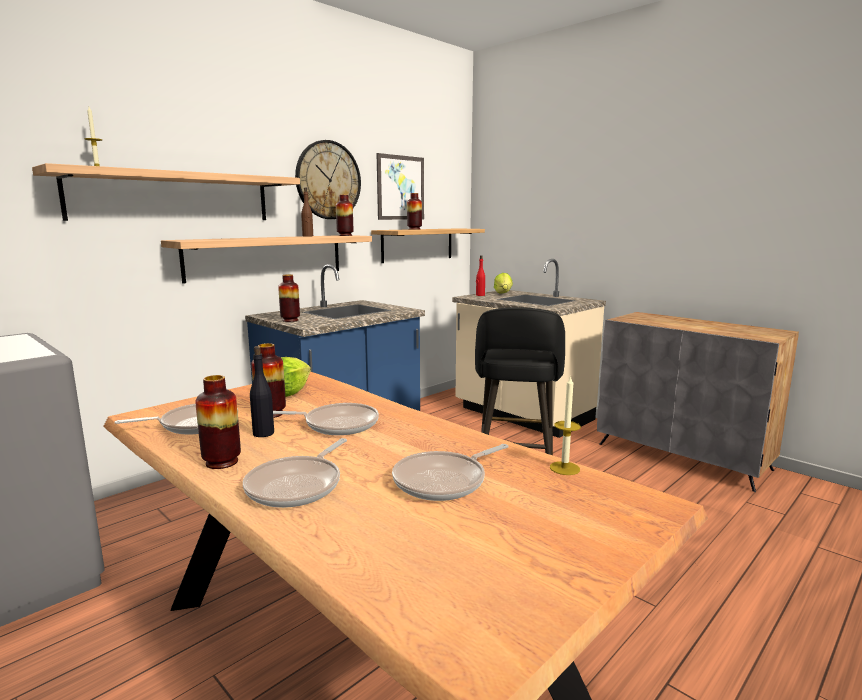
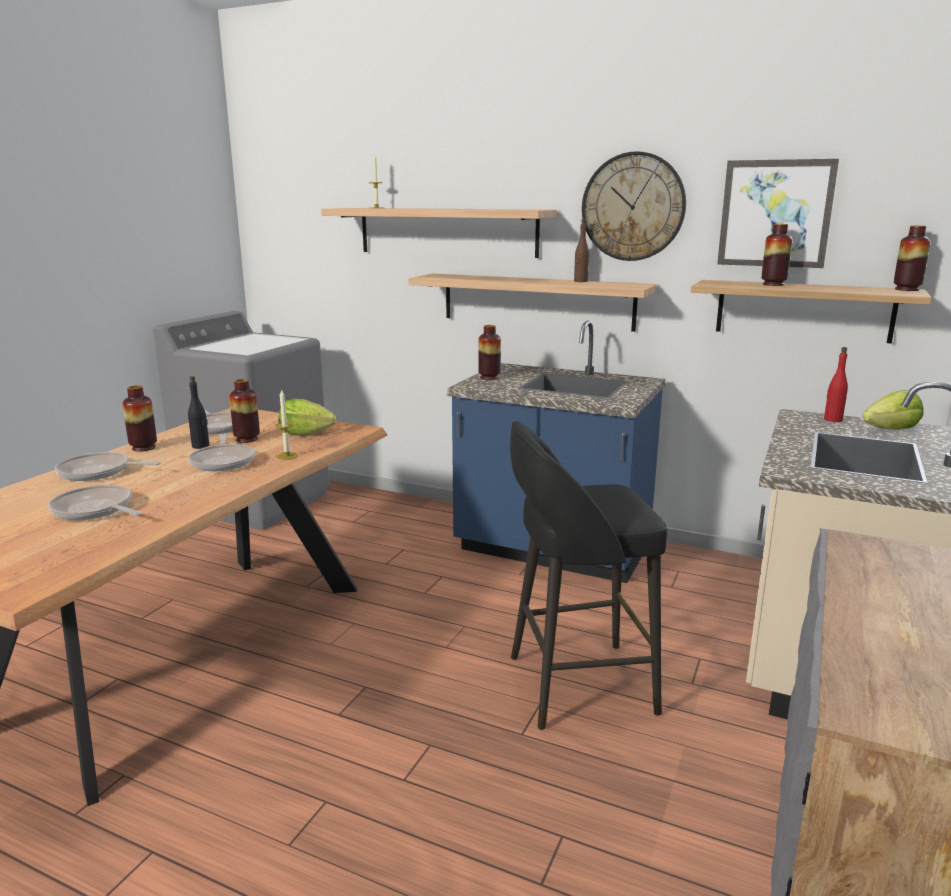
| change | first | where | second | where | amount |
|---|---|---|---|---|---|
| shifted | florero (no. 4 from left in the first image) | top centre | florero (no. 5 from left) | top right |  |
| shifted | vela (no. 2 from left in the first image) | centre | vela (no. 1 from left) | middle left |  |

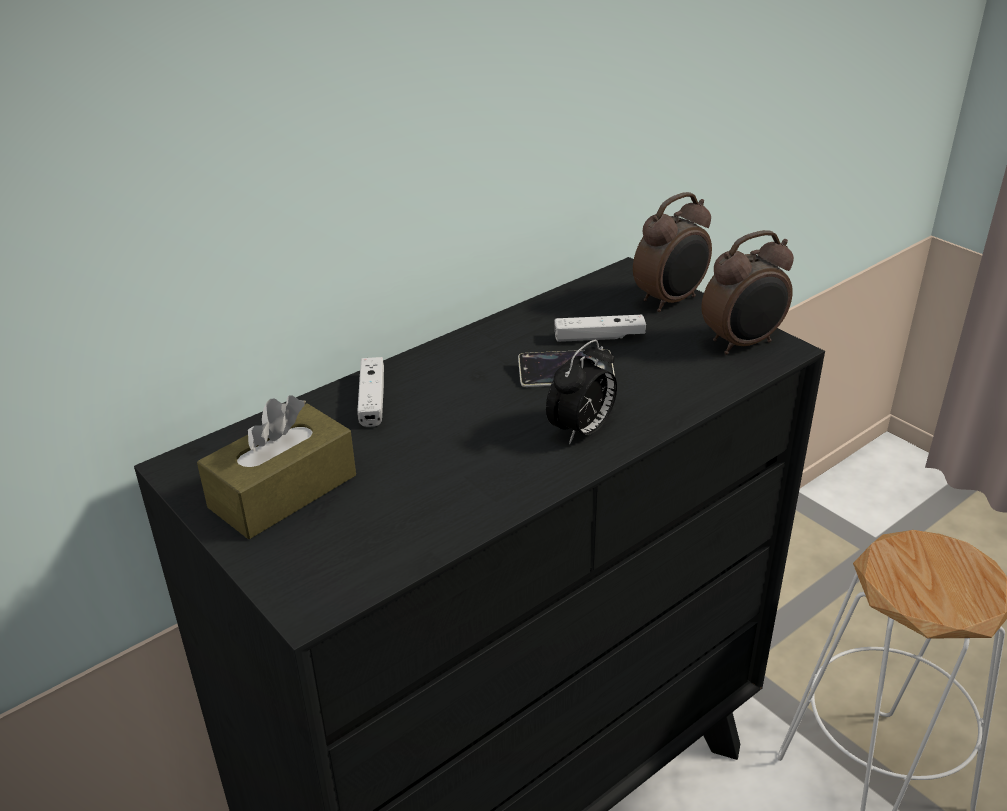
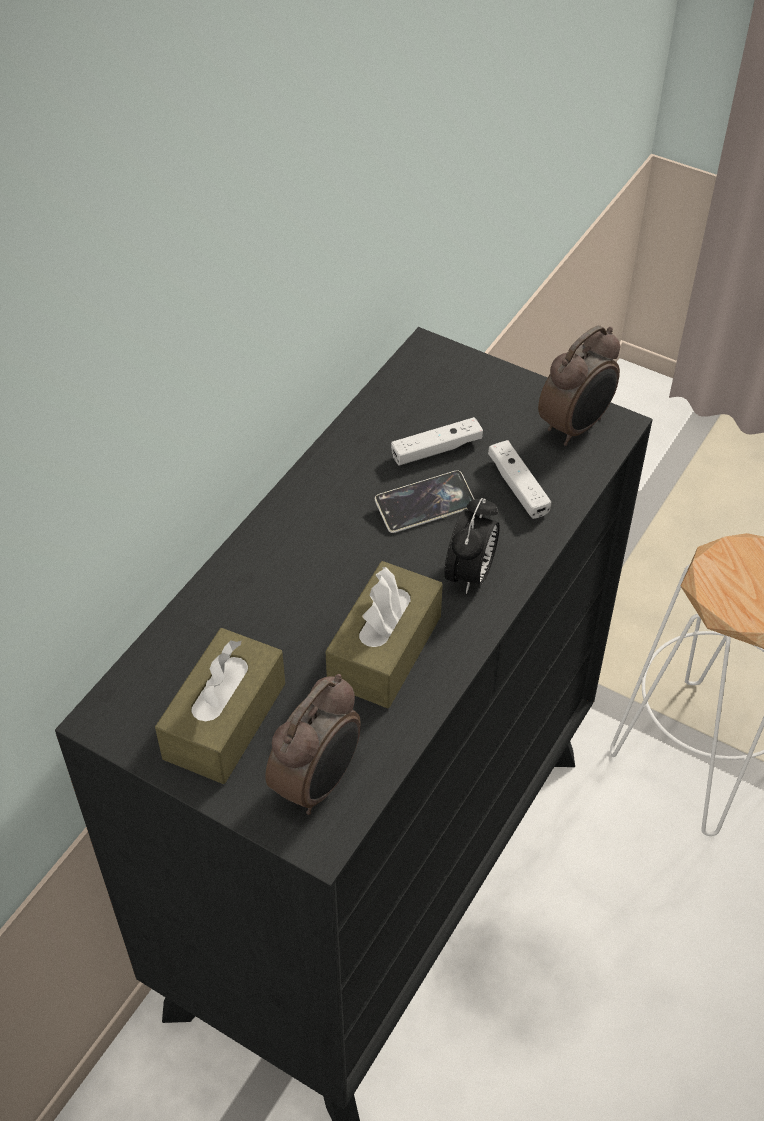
| change | first | where | second | where | amount |
|---|---|---|---|---|---|
| new |  |  | caja de pañuelos/marrón (no. 2 from left) | centre |  |
| shifted | mando de consola/blanco (no. 1 from left in the first image) | centre | mando de consola/blanco (no. 2 from left) | middle right |  |
| shifted | despertador (no. 2 from left in the first image) | top right | despertador (no. 1 from left) | centre |  |

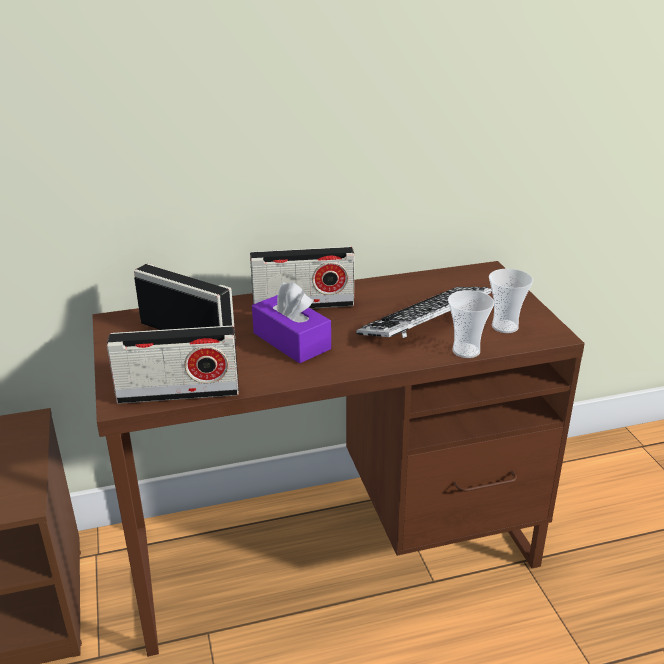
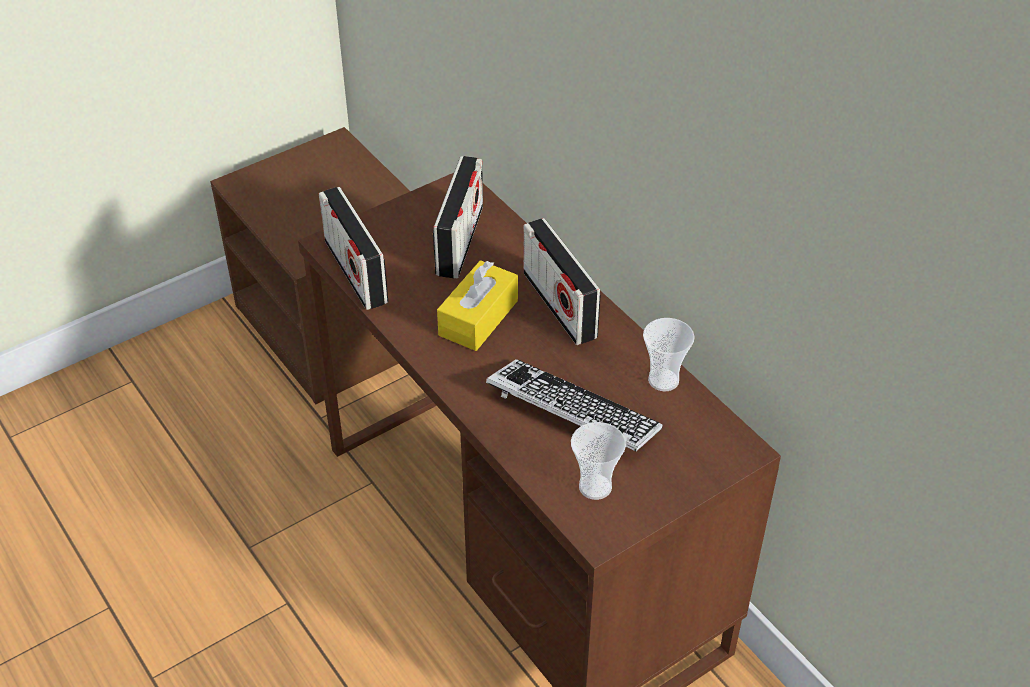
| change | first | where | second | where | amount |
|---|---|---|---|---|---|
| shifted | taza (no. 1 from left in the first image) | middle right | taza (no. 2 from left) | centre |  |
| repainted | caja de pañuelos/morado | centre | caja de pañuelos/amarillo | centre |  |

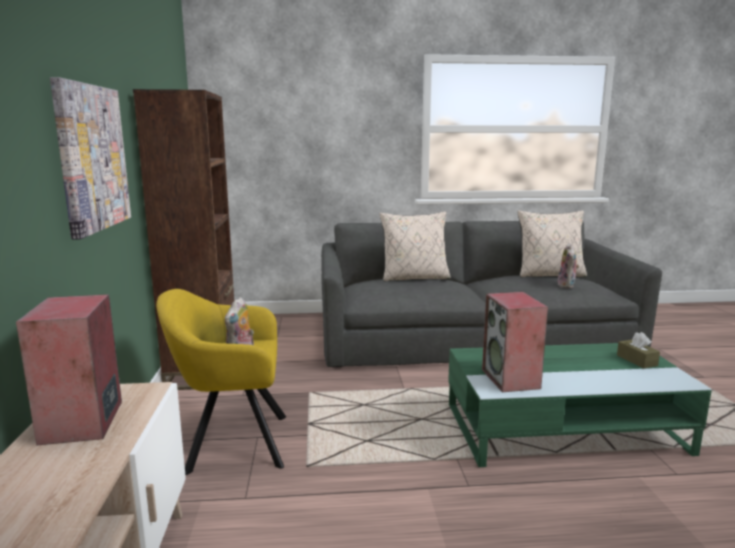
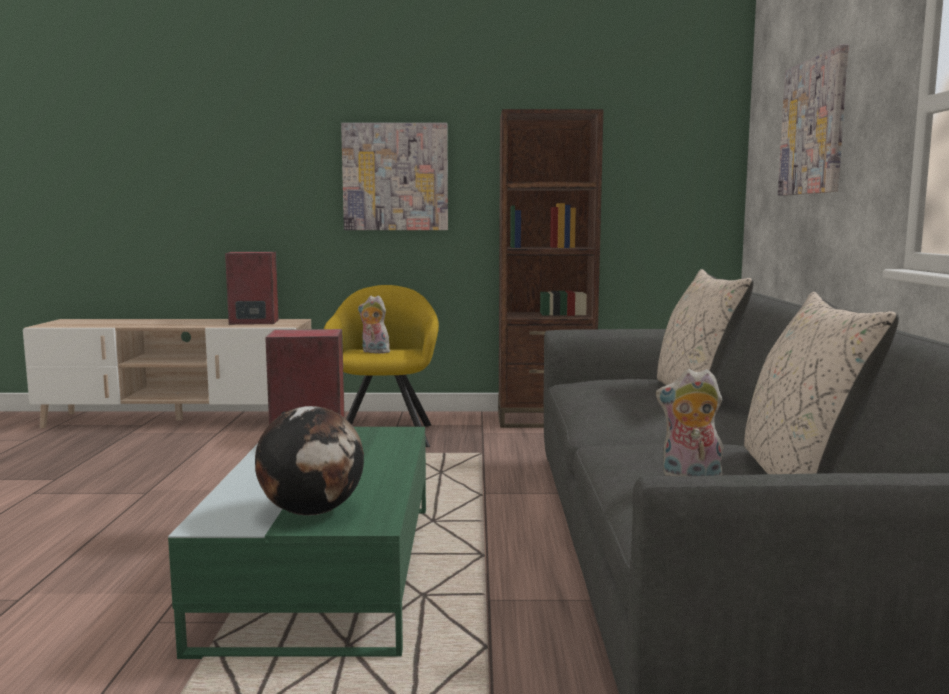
| change | first | where | second | where | amount |
|---|---|---|---|---|---|
| new |  |  | cuadro (no. 2 from left) | top right |  |
| swapped | caja de pañuelos/marrón | middle right | globo terráqueo | middle left |  |

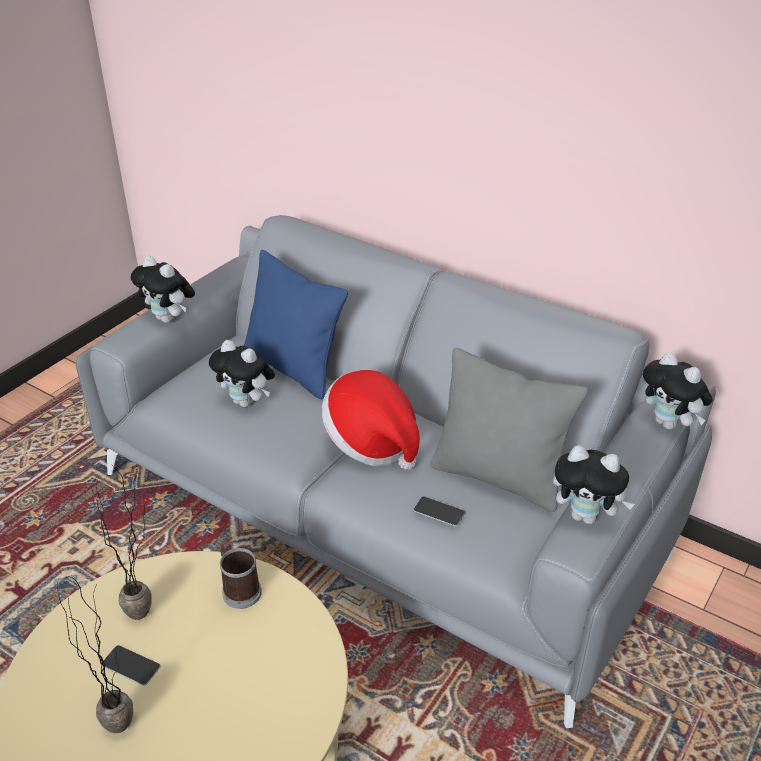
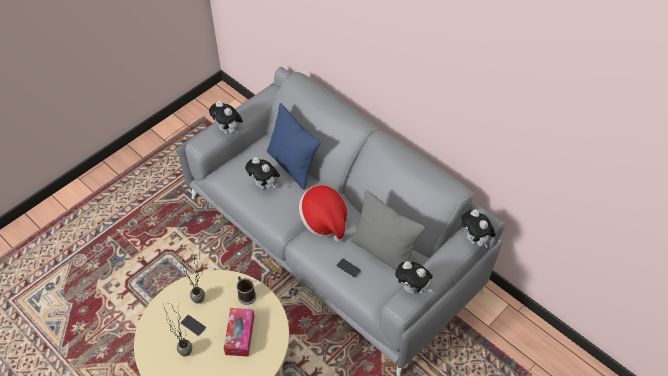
| change | first | where | second | where | amount |
|---|---|---|---|---|---|
| new |  |  | caja de pañuelos | bottom centre |  |

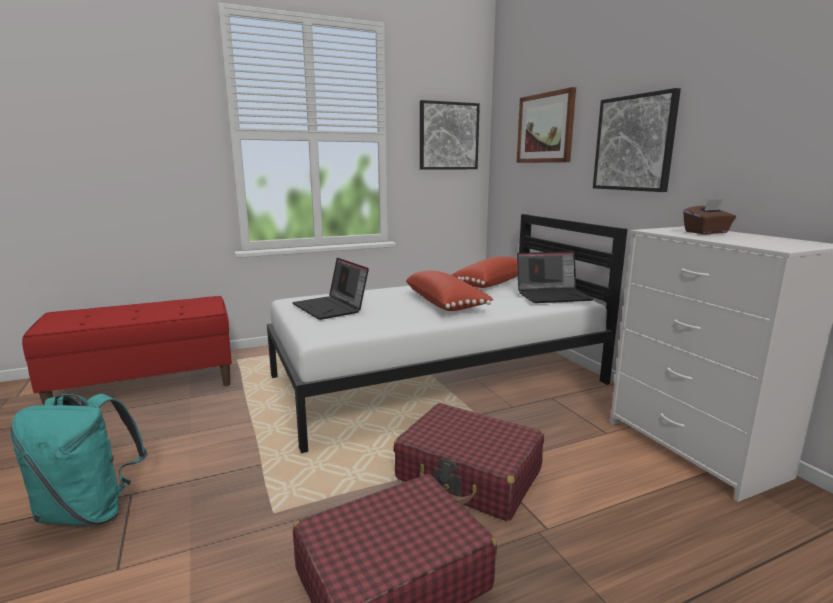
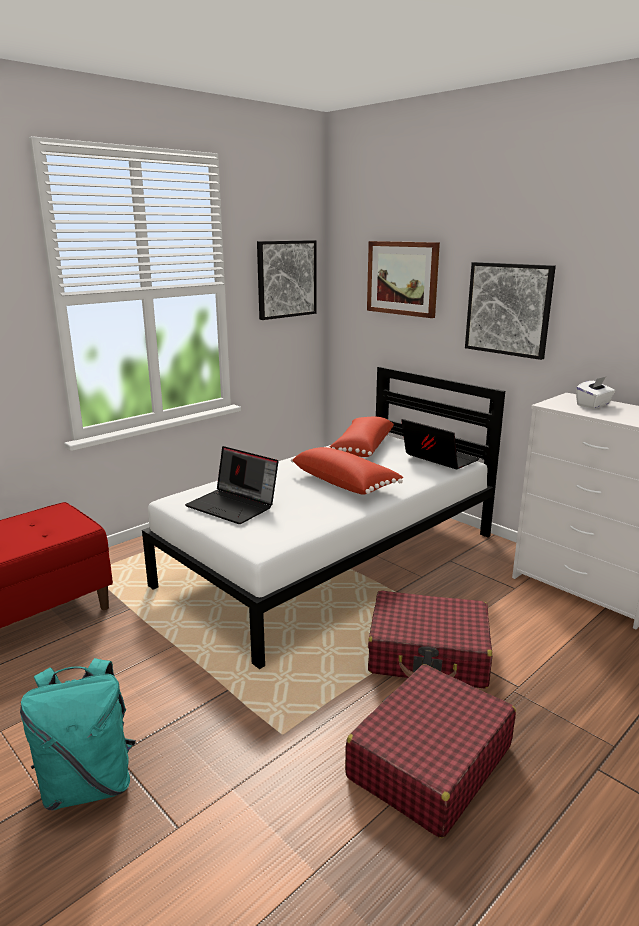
| change | first | where | second | where | amount |
|---|---|---|---|---|---|
| repainted | caja de pañuelos/marrón | middle right | caja de pañuelos/blanco | middle right |  |
| rotated | portátil (no. 2 from left) | centre |  | middle right | 105 degrees counterclockwise |

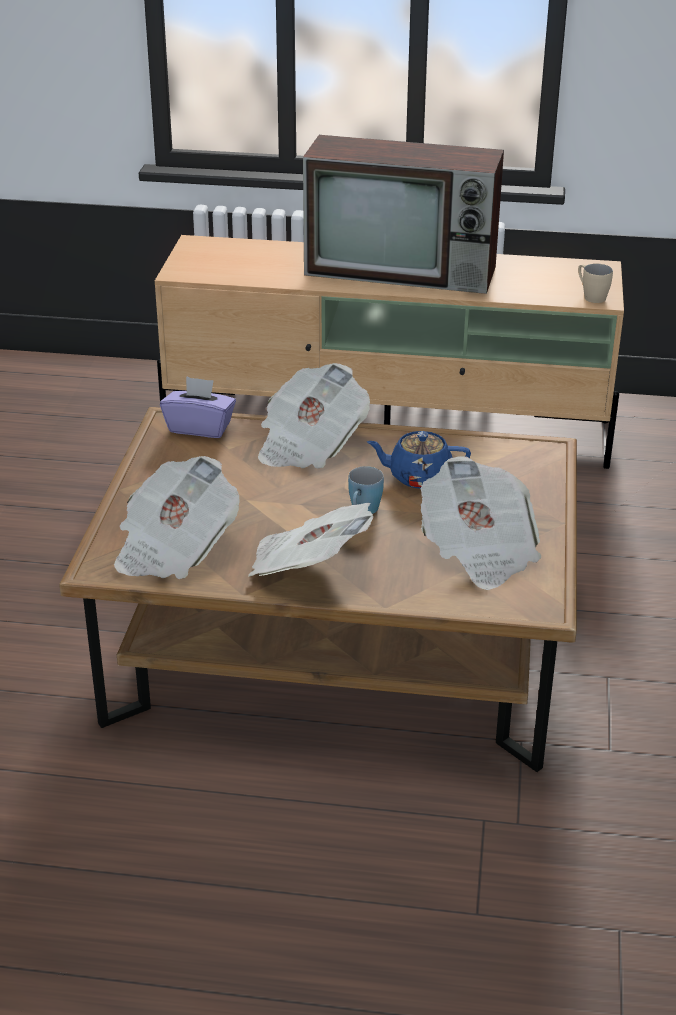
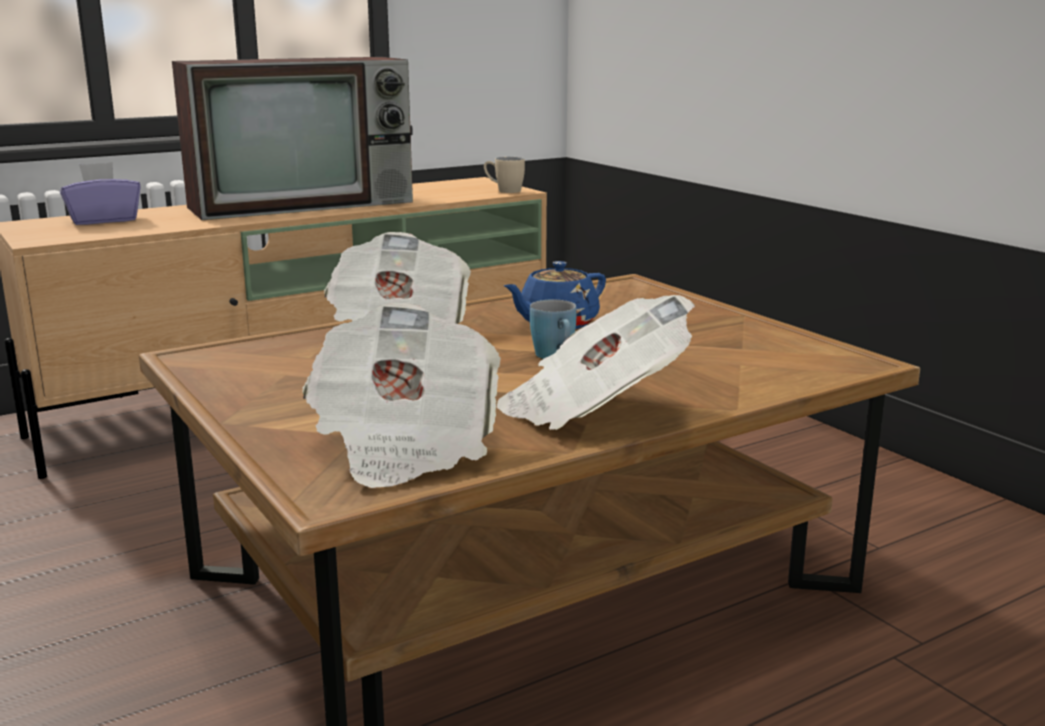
| change | first | where | second | where | amount |
|---|---|---|---|---|---|
| gone | periódico (no. 4 from left) | middle right |  |  |  |
| shifted | caja de pañuelos/morado | middle left |  | top left |  |

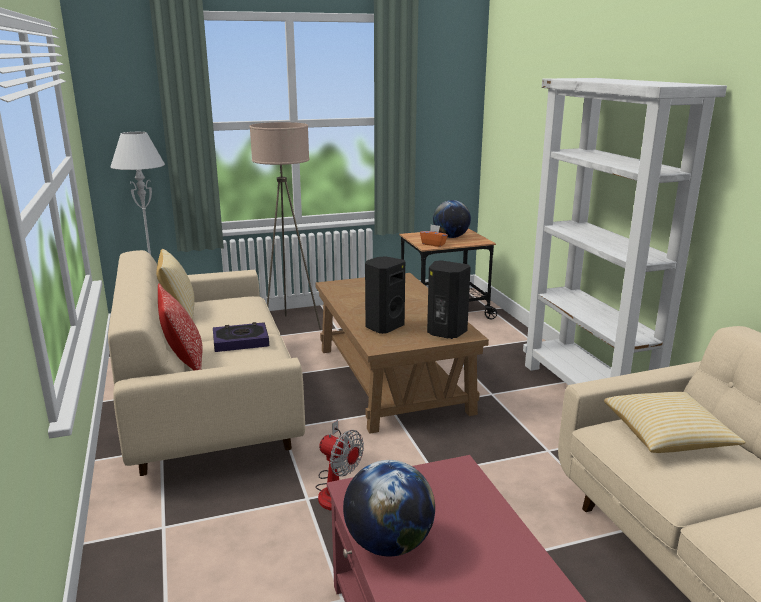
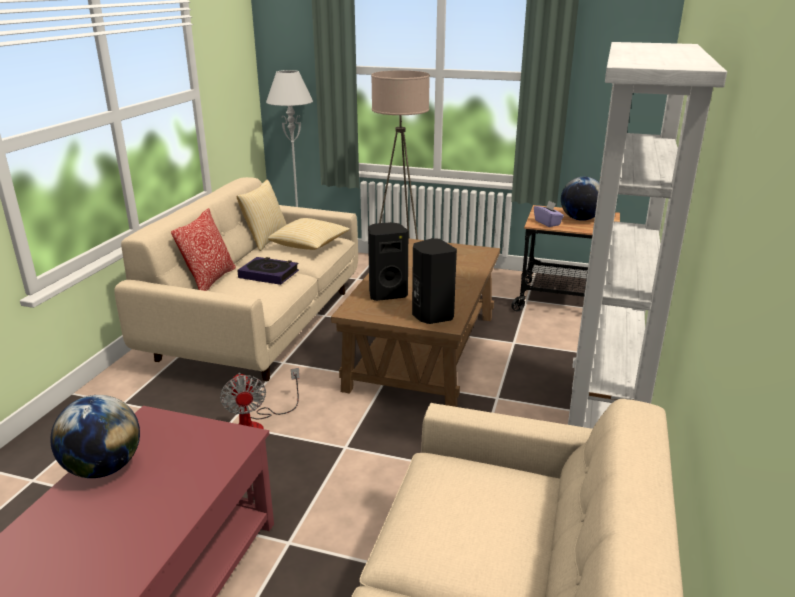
| change | first | where | second | where | amount |
|---|---|---|---|---|---|
| shifted | cojín (no. 3 from left) | bottom right |  | centre |  |
| repainted | caja de pañuelos/naranja | centre | caja de pañuelos/morado | middle right |  |

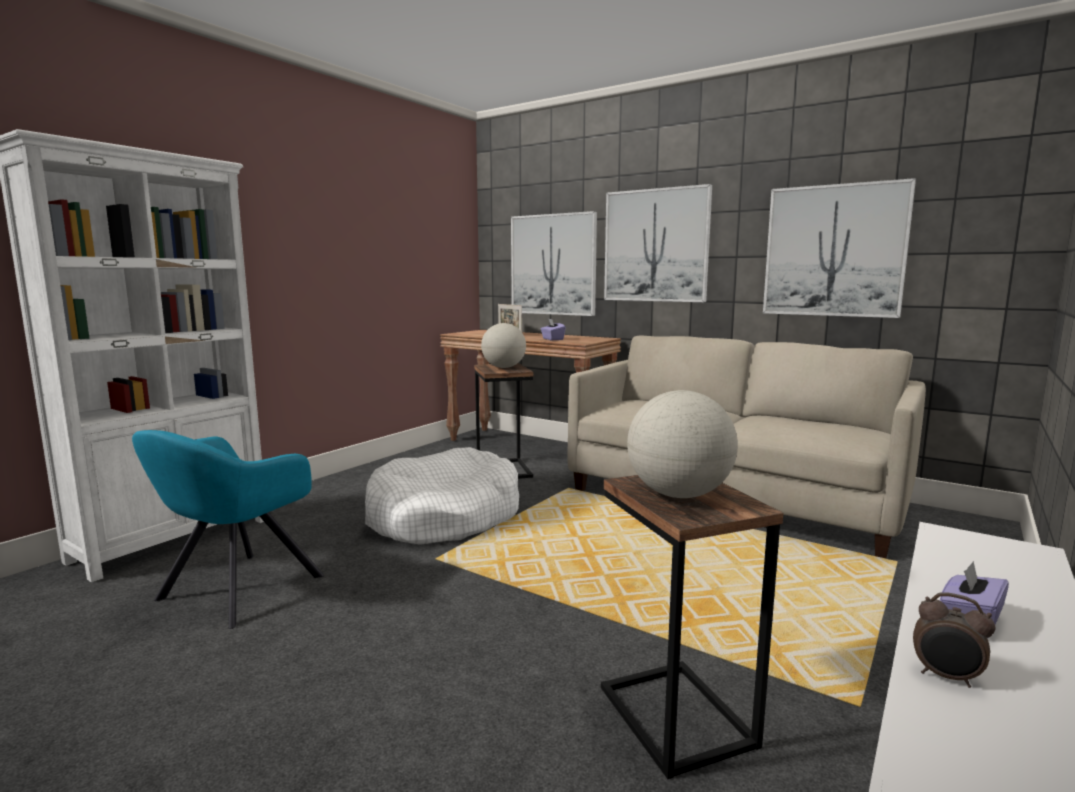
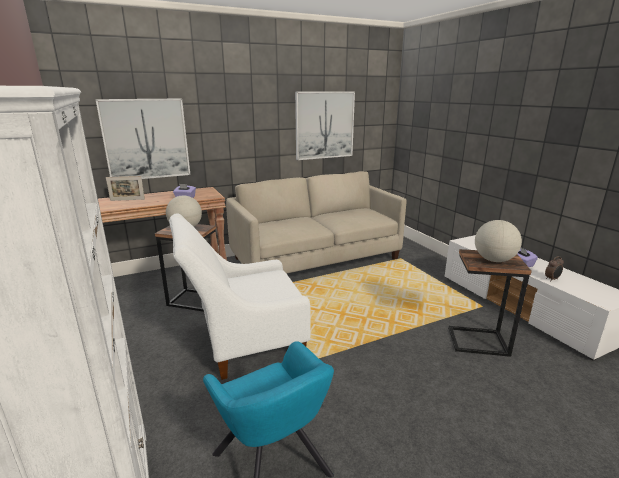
| change | first | where | second | where | amount |
|---|---|---|---|---|---|
| gone | cuadro (no. 2 from left) | top centre |  |  |  |
| swapped | cama para perro/blanco | centre | sillón/blanco | centre |  |

